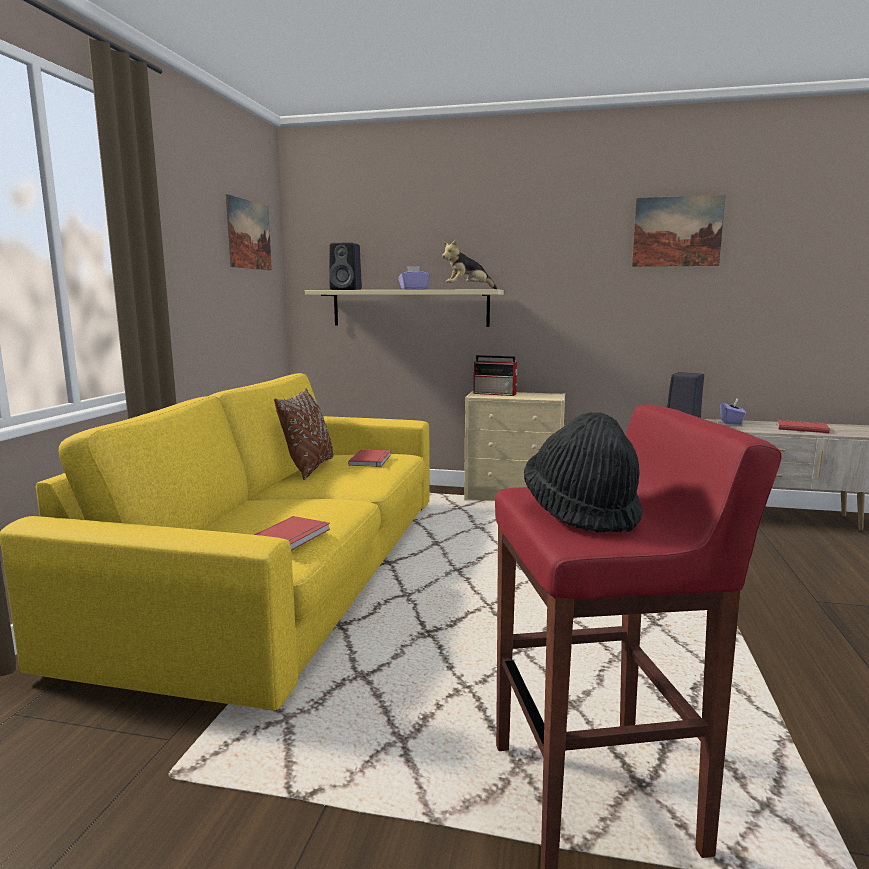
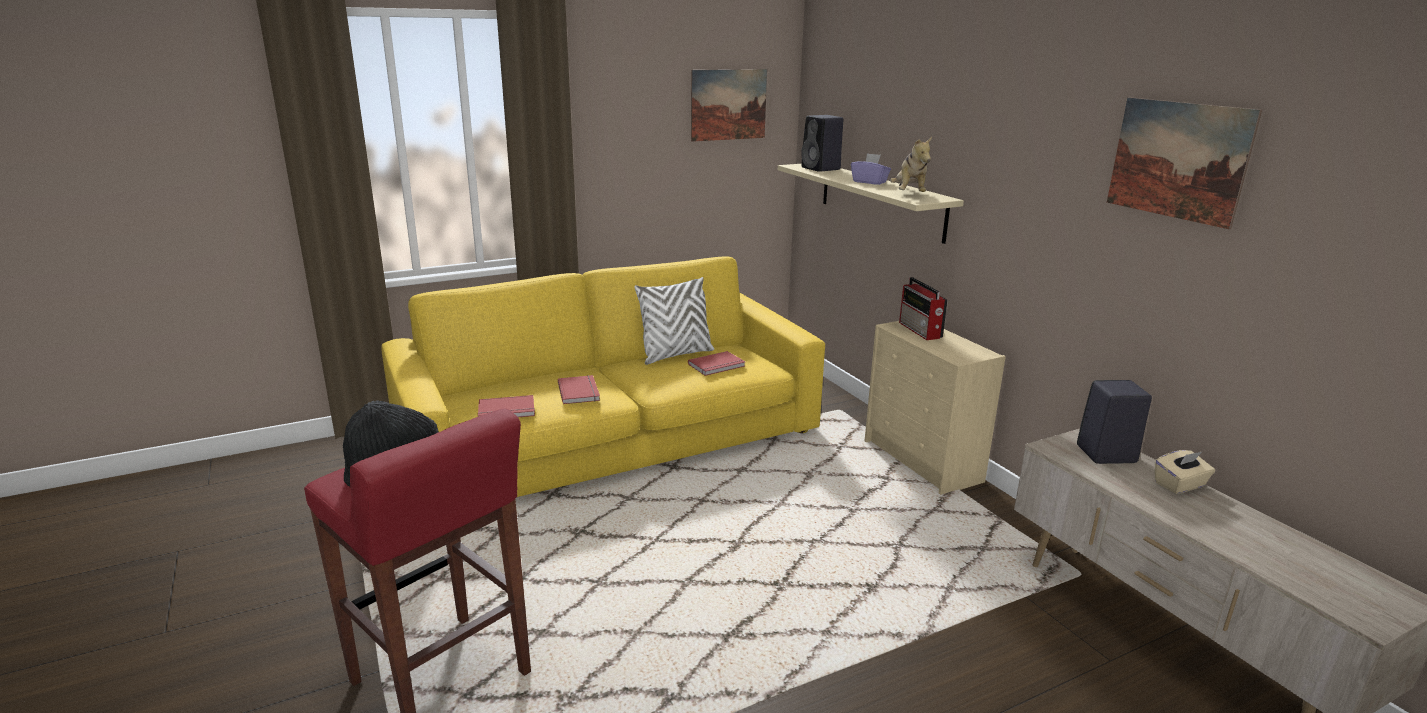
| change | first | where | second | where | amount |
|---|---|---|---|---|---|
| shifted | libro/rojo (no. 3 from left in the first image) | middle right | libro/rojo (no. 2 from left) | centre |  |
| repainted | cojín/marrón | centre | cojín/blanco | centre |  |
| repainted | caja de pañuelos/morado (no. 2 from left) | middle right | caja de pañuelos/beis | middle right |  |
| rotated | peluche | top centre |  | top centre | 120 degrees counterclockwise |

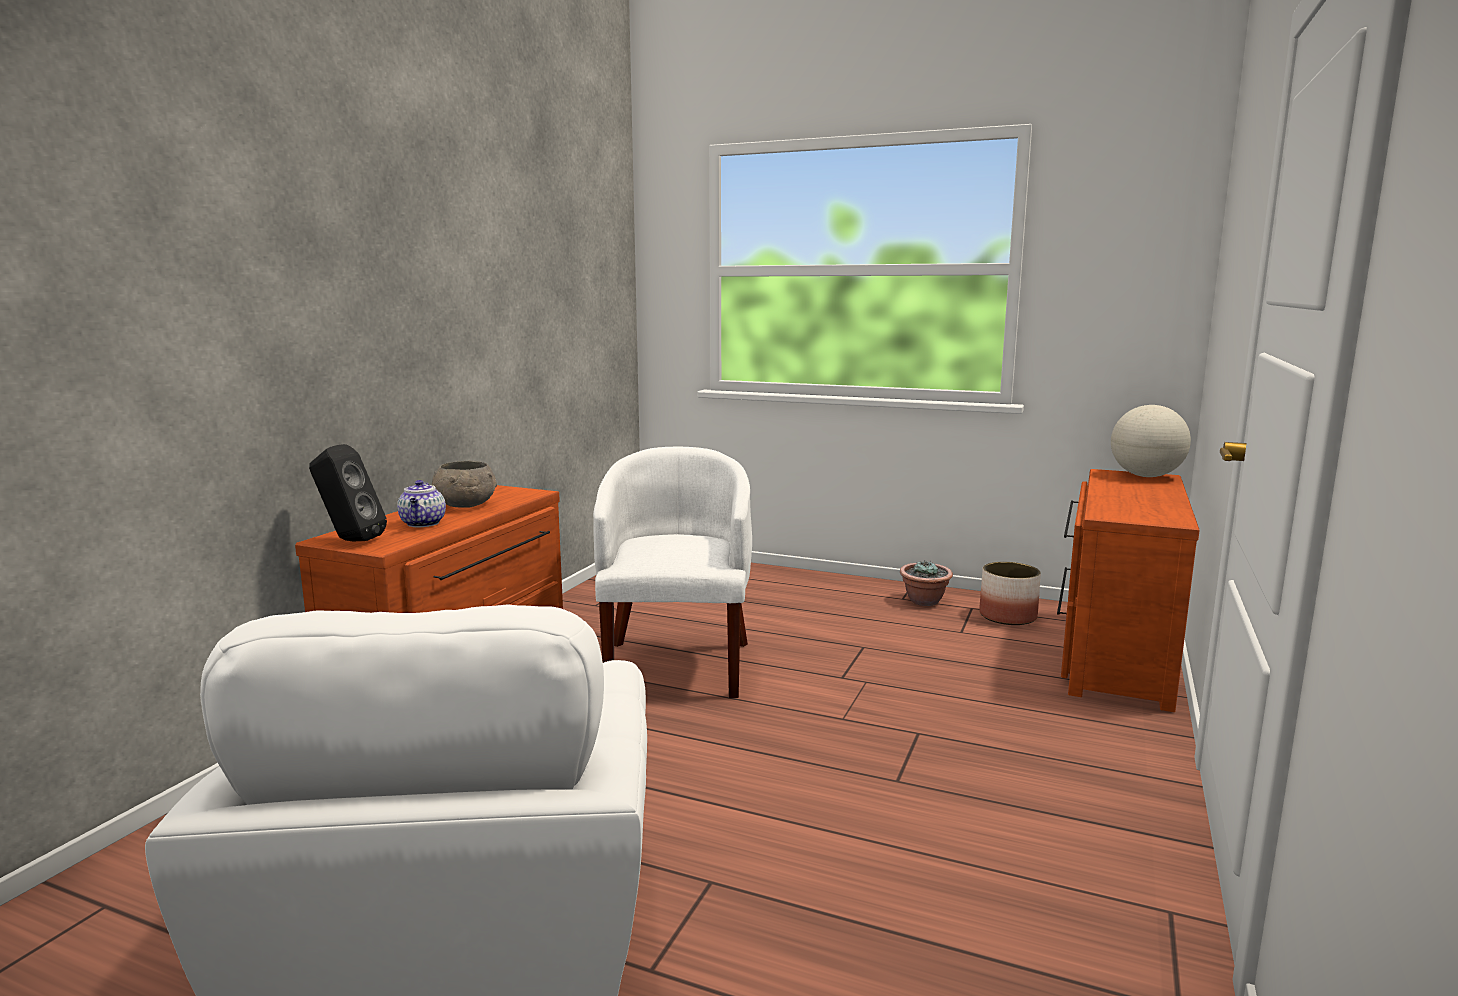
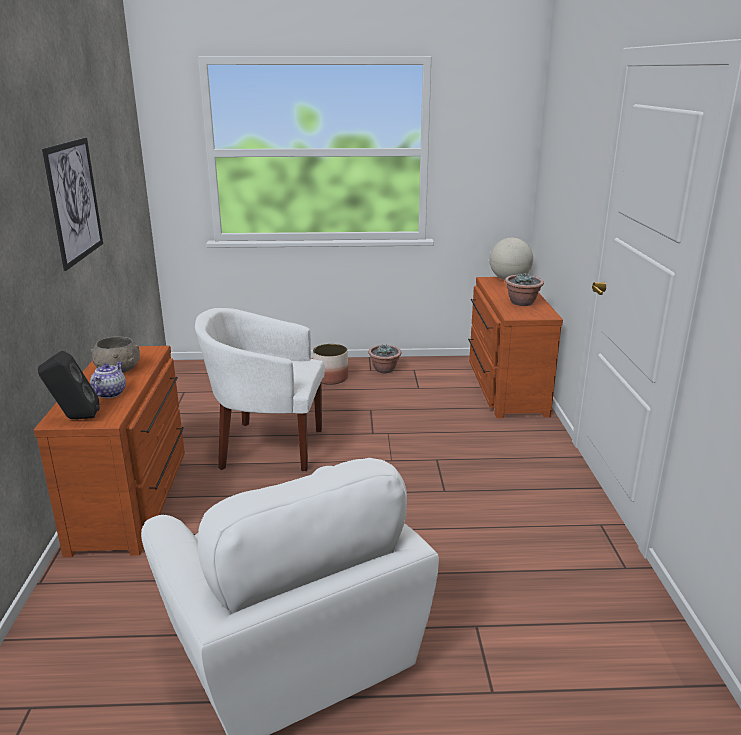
| change | first | where | second | where | amount |
|---|---|---|---|---|---|
| new |  |  | cuadro | top left |  |
| new |  |  | planta en maceta (no. 2 from left) | middle right |  |
| shifted | maceta | middle right |  | centre |  |
| rotated | tetera | middle left |  | middle left | 135 degrees counterclockwise |
| rotated | sillón/blanco (no. 2 from left in the first image) | centre | sillón/blanco (no. 1 from left) | centre | 60 degrees counterclockwise |

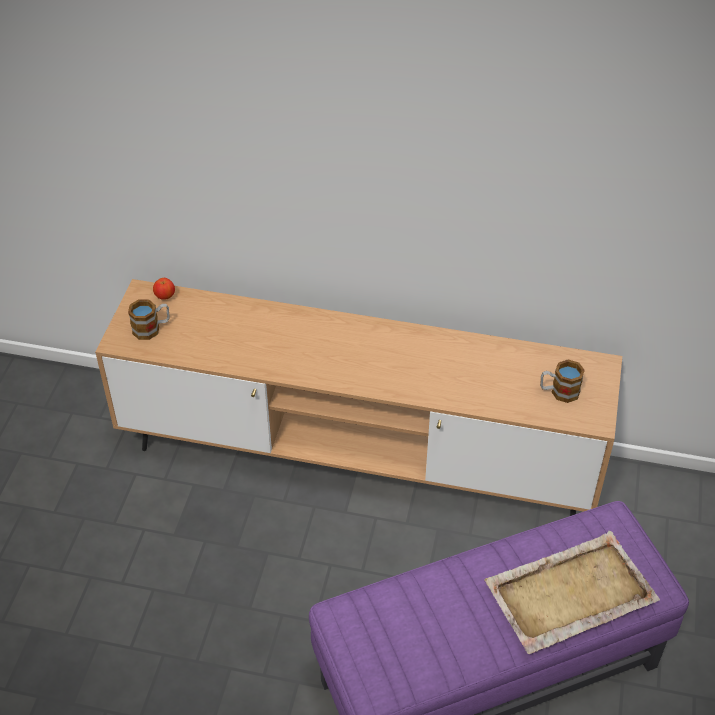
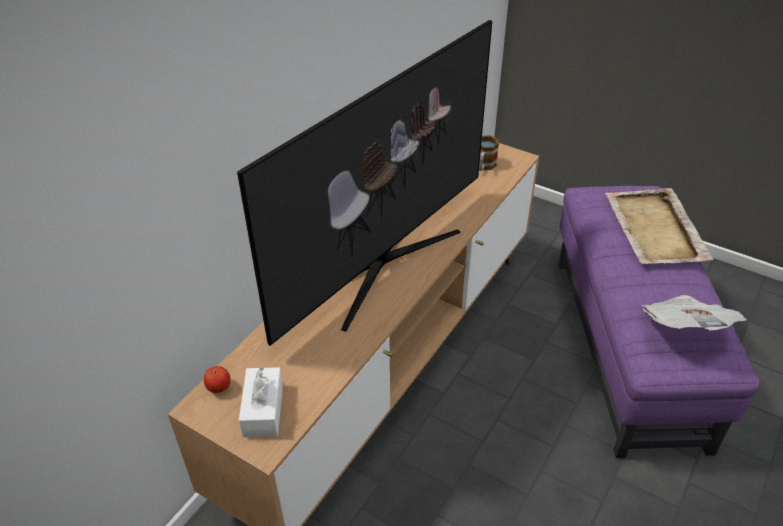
| change | first | where | second | where | amount |
|---|---|---|---|---|---|
| new |  |  | televisor | centre |  |
| new |  |  | periódico | middle right |  |
| swapped | taza grande (no. 1 from left) | middle left | caja de pañuelos/blanco | bottom centre |  |

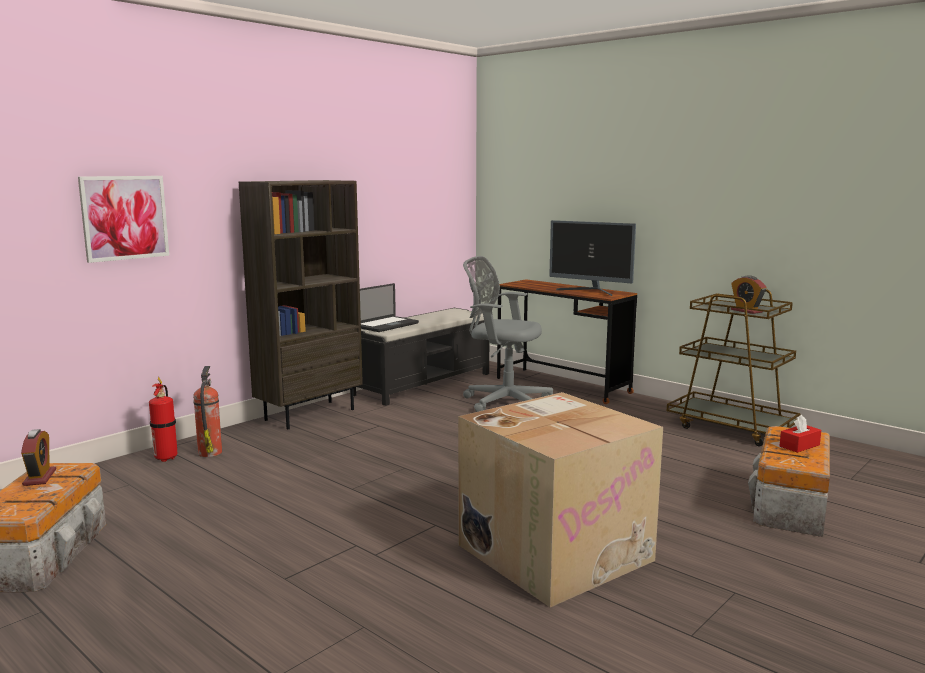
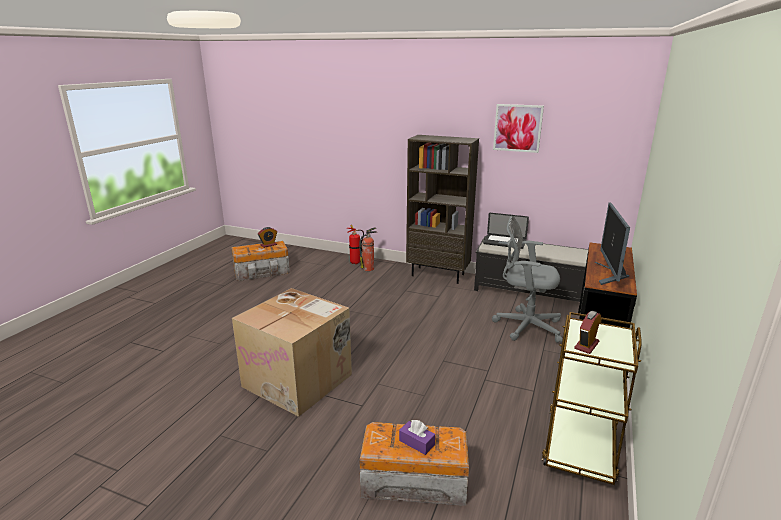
| change | first | where | second | where | amount |
|---|---|---|---|---|---|
| shifted | cuadro | top left |  | top centre |  |
| repainted | caja de pañuelos/rojo | middle right | caja de pañuelos/morado | bottom centre |  |
| rotated | silla de oficina/gris | centre |  | middle right | 75 degrees counterclockwise |

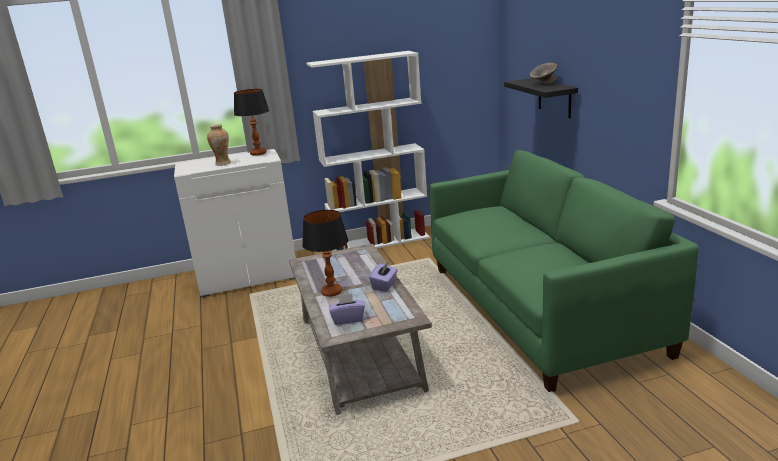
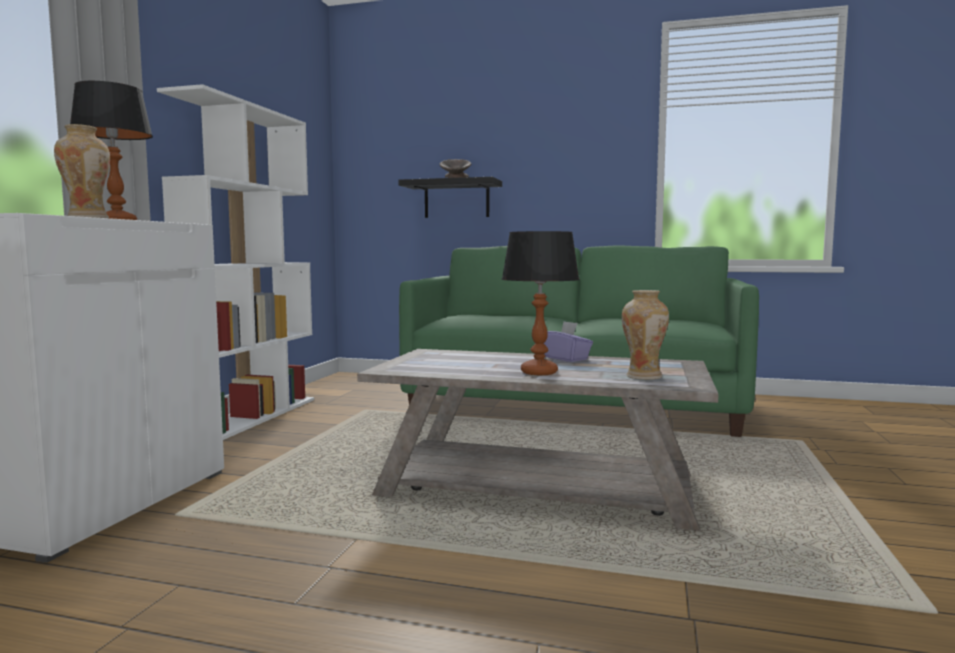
| change | first | where | second | where | amount |
|---|---|---|---|---|---|
| swapped | caja de pañuelos/morado (no. 1 from left) | bottom centre | florero (no. 2 from left) | middle right |  |

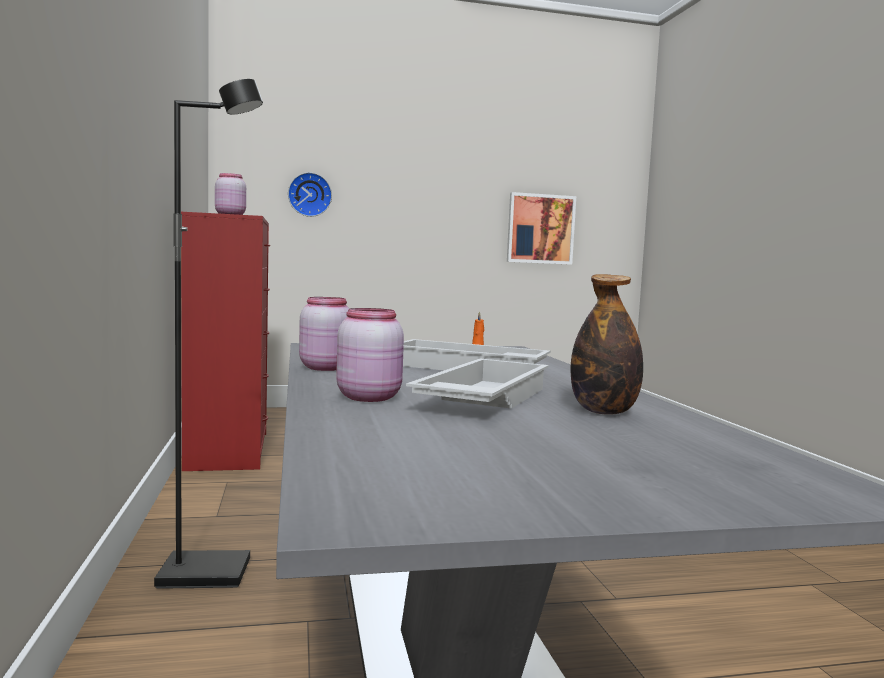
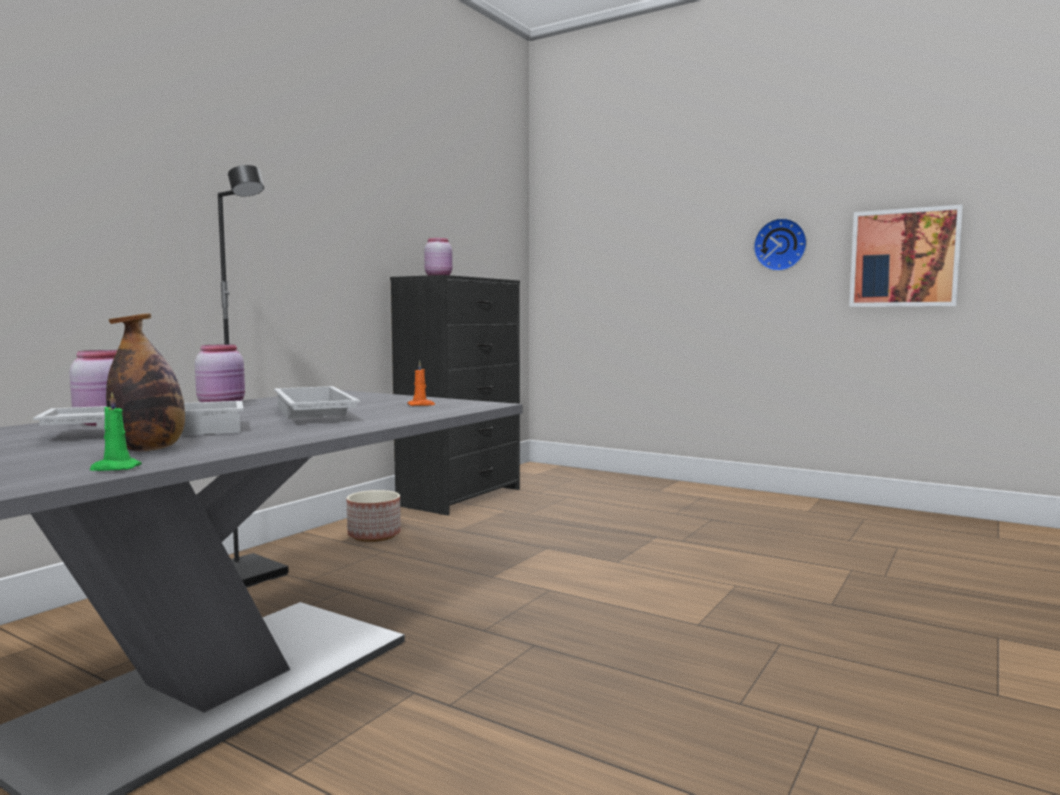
| change | first | where | second | where | amount |
|---|---|---|---|---|---|
| new |  |  | vela/verde | middle left |  |
| new |  |  | maceta | centre |  |
| shifted | reloj de pared | top centre |  | top right |  |
| repainted | cómoda/rojo | middle left | cómoda/negro | centre |  |

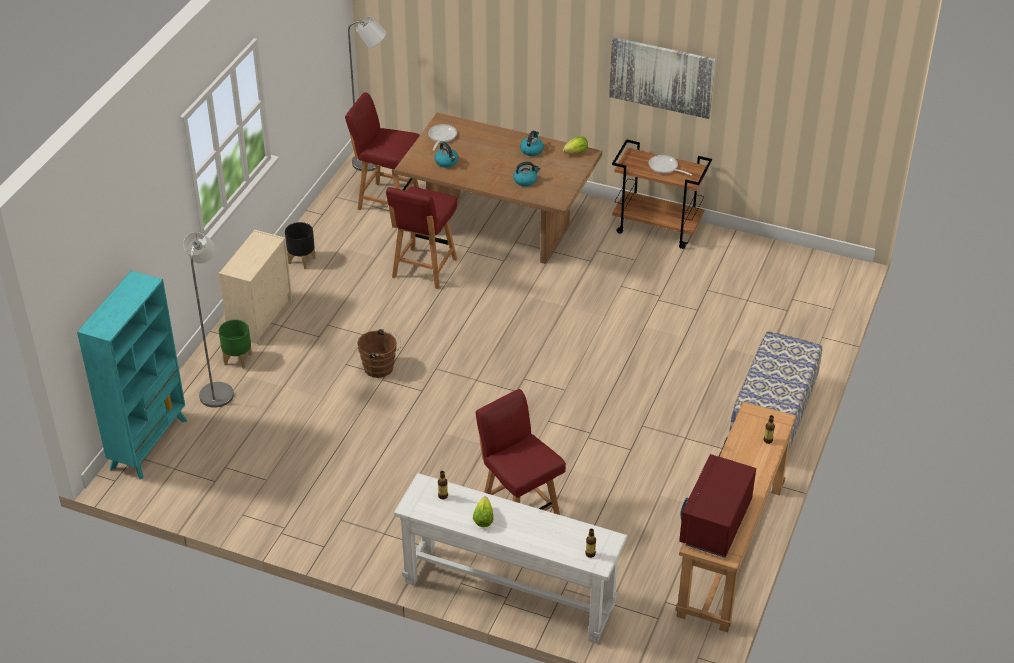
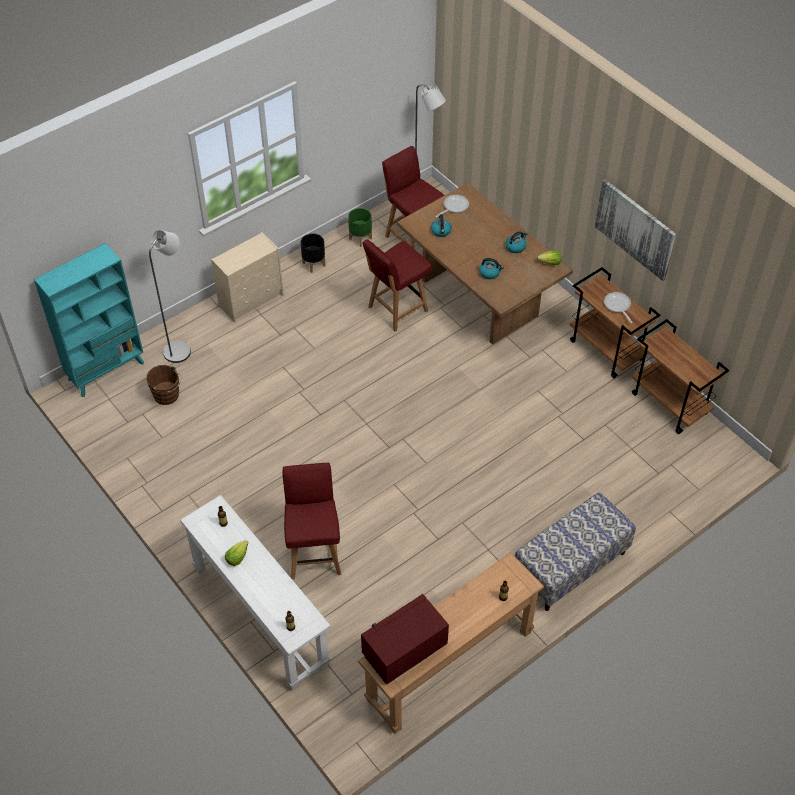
| change | first | where | second | where | amount |
|---|---|---|---|---|---|
| new |  |  | carrito/marrón (no. 2 from left) | middle right |  |
| shifted | maceta/verde | middle left |  | top centre |  |
| shifted | cubo/marrón | centre |  | middle left |  |

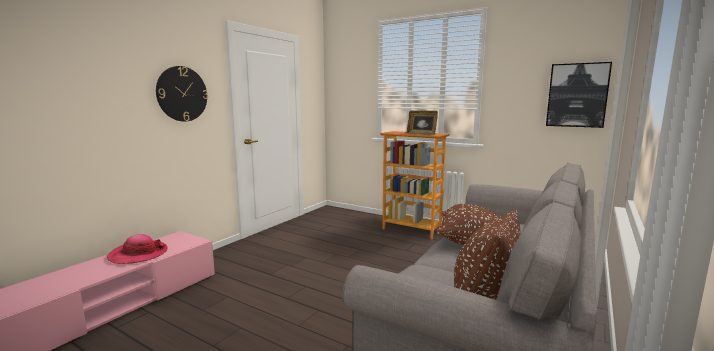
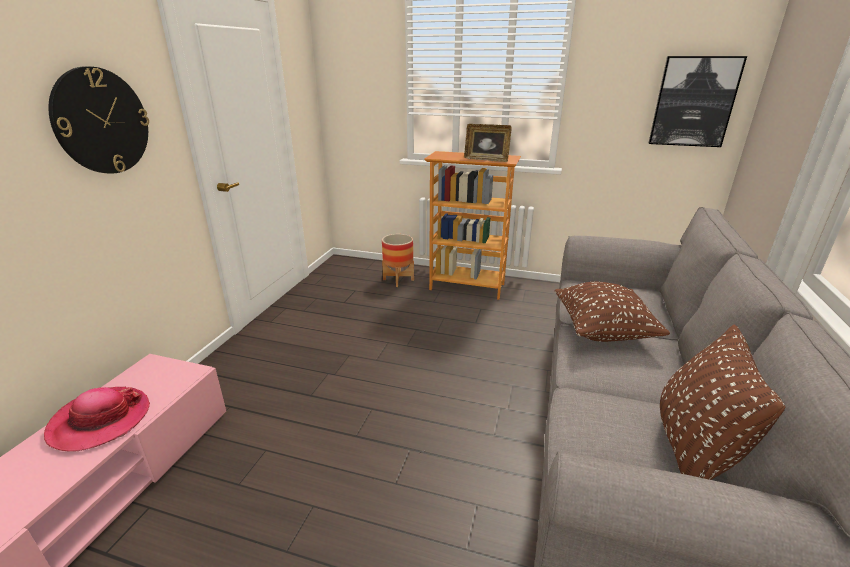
| change | first | where | second | where | amount |
|---|---|---|---|---|---|
| new |  |  | maceta | centre |  |

